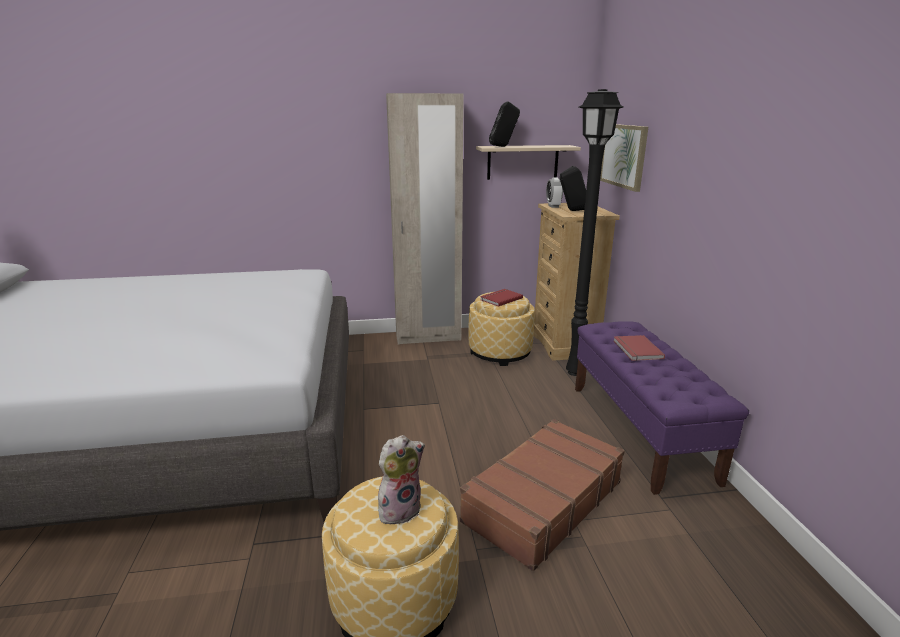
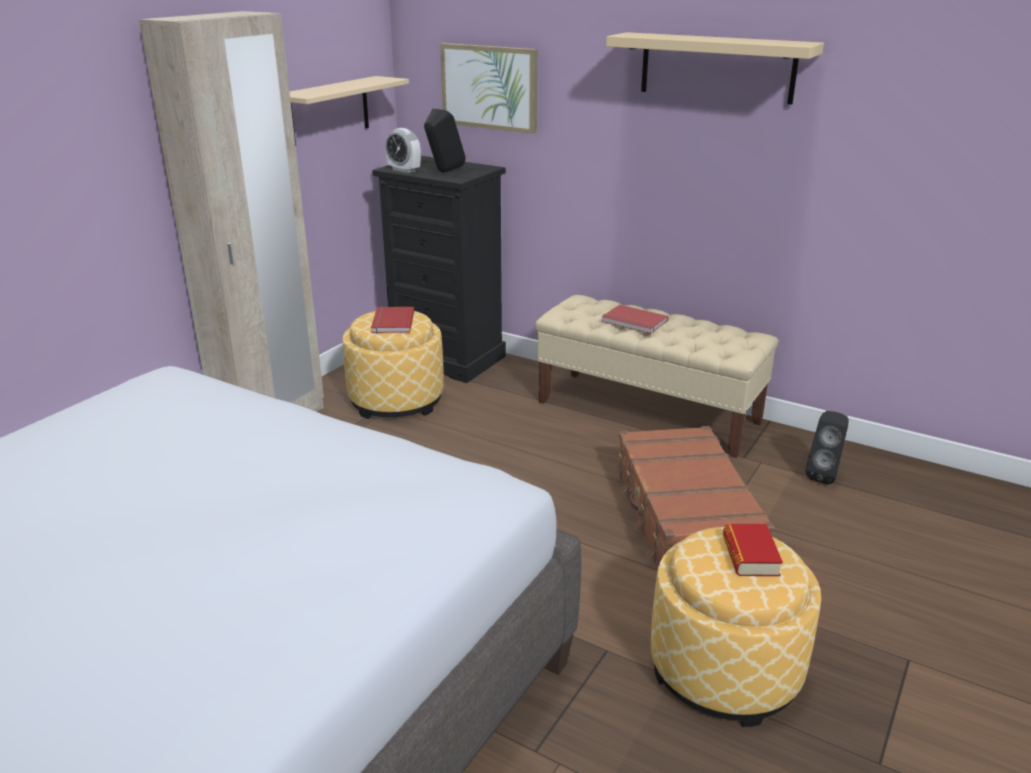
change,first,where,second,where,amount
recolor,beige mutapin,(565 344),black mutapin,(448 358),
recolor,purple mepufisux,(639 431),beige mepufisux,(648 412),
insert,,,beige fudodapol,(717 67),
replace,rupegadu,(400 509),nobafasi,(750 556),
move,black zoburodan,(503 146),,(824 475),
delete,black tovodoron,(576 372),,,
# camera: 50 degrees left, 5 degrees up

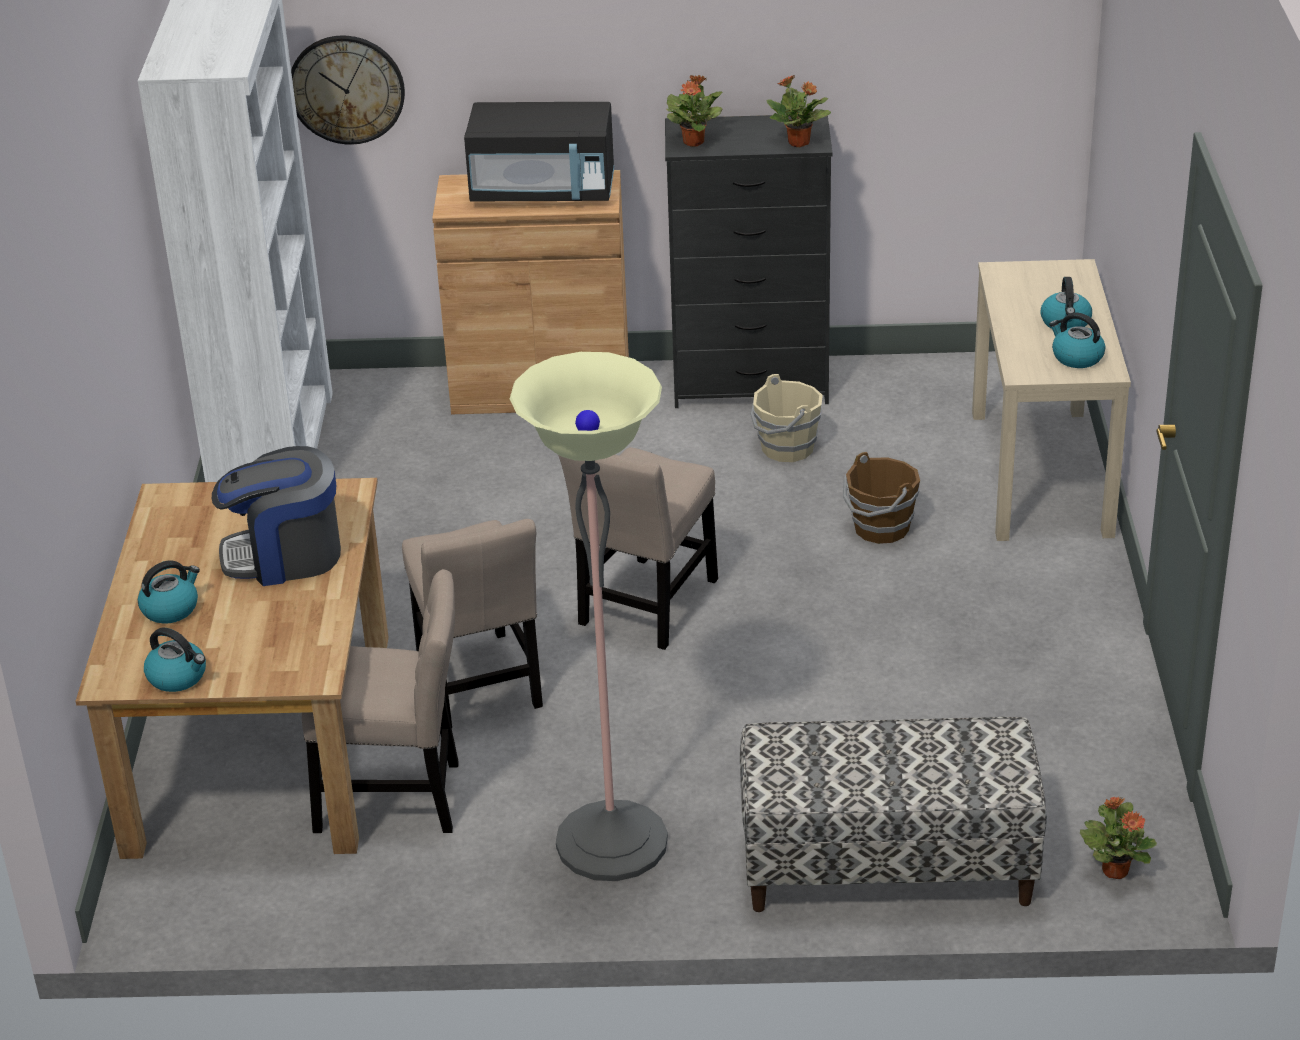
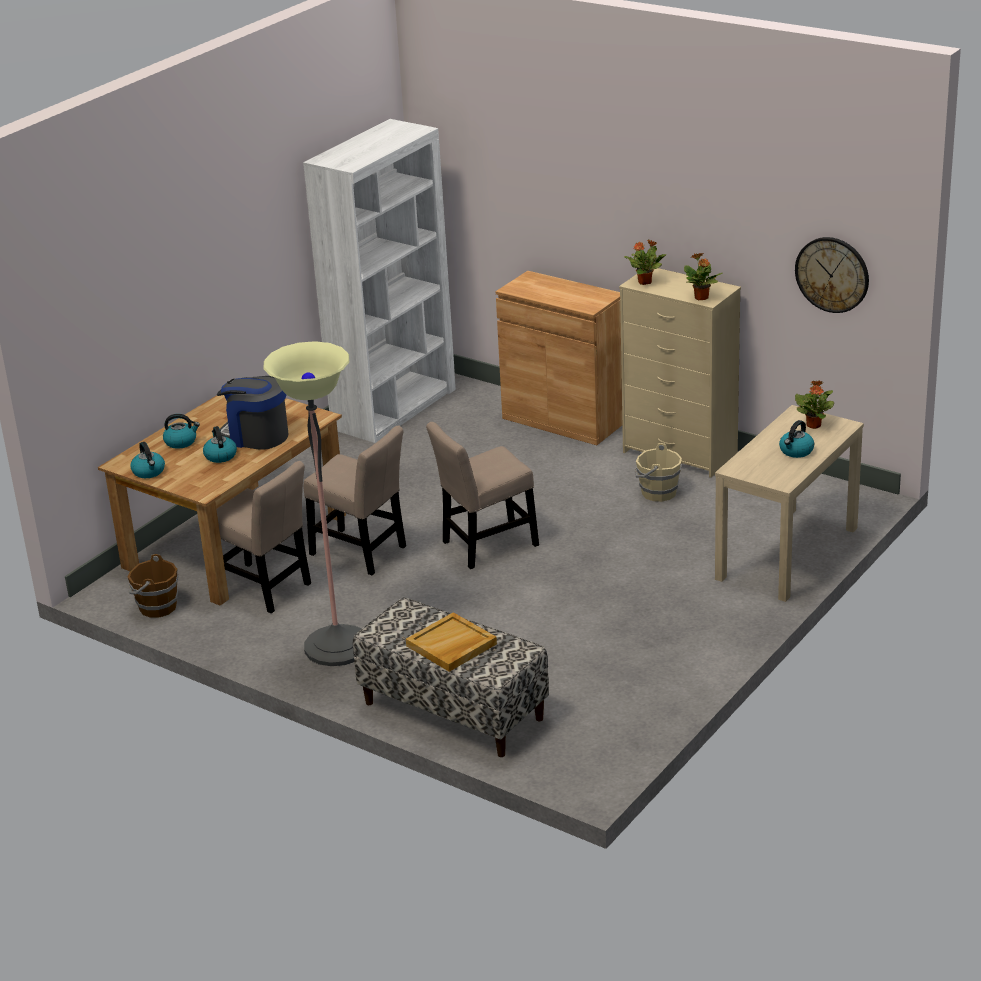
change,first,where,second,where,amount
move,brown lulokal,(880 528),,(156 607),
move,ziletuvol,(1076 357),,(220 456),
rotate,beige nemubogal,(479 685),,(361 552),75 degrees counterclockwise
insert,,,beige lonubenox,(451 645),
recolor,black mutapin,(752 384),beige mutapin,(681 453),
move,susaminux,(346 89),,(832 274),
move,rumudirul,(1114 870),,(814 425),
delete,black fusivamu,(543 191),,,
# camera: 35 degrees right, 5 degrees down

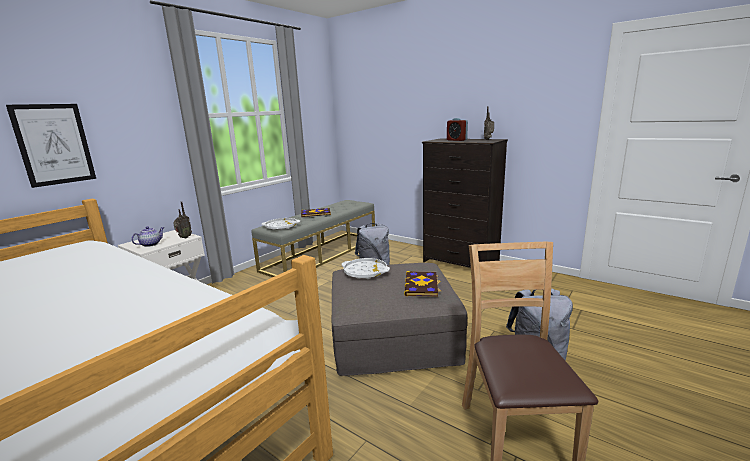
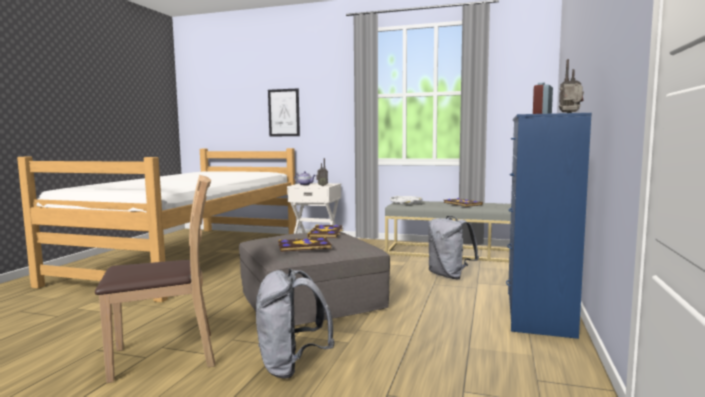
change,first,where,second,where,amount
replace,white lonubenox,(365 272),nobafasi,(326 233),
recolor,black mutapin,(460 263),blue mutapin,(537 313),
# camera: 70 degrees right, 10 degrees down

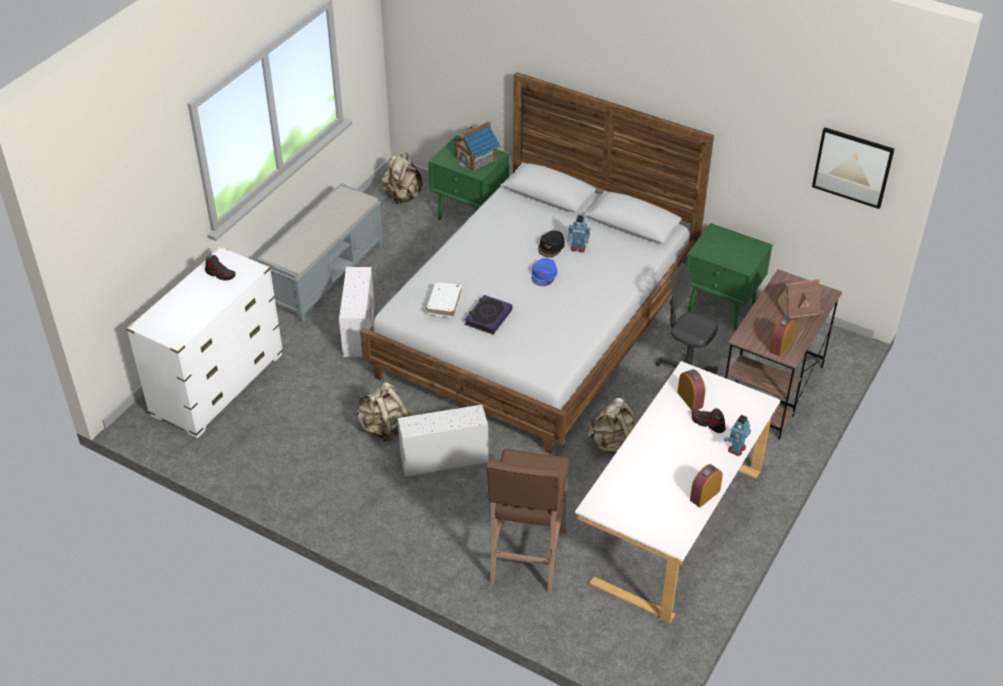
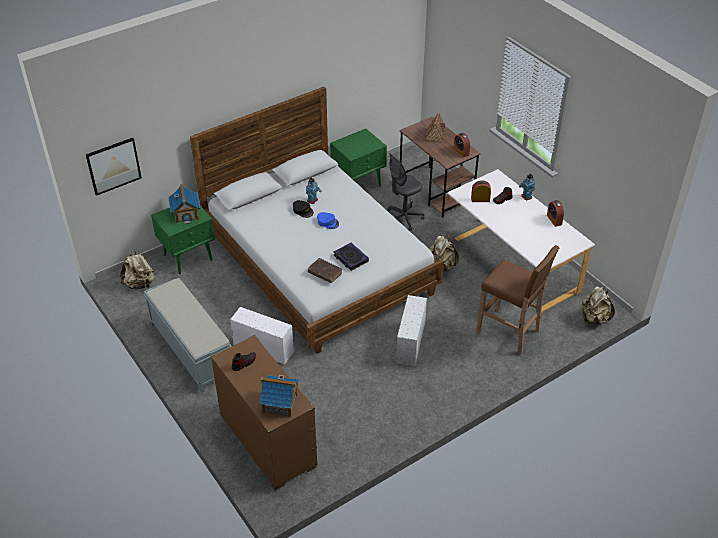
change,first,where,second,where,amount
move,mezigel,(852 167),,(113 166),
recolor,white mutapin,(218 385),brown mutapin,(267 442),
insert,,,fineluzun,(280 403),
recolor,white nobafasi,(444 303),brown nobafasi,(325 273),
move,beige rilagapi,(383 428),,(594 318),
# camera: 65 degrees left, 0 degrees up

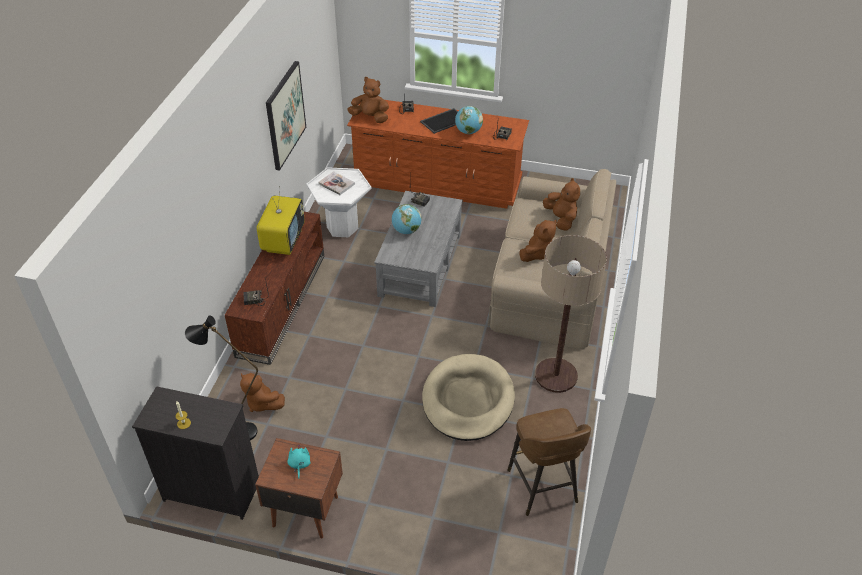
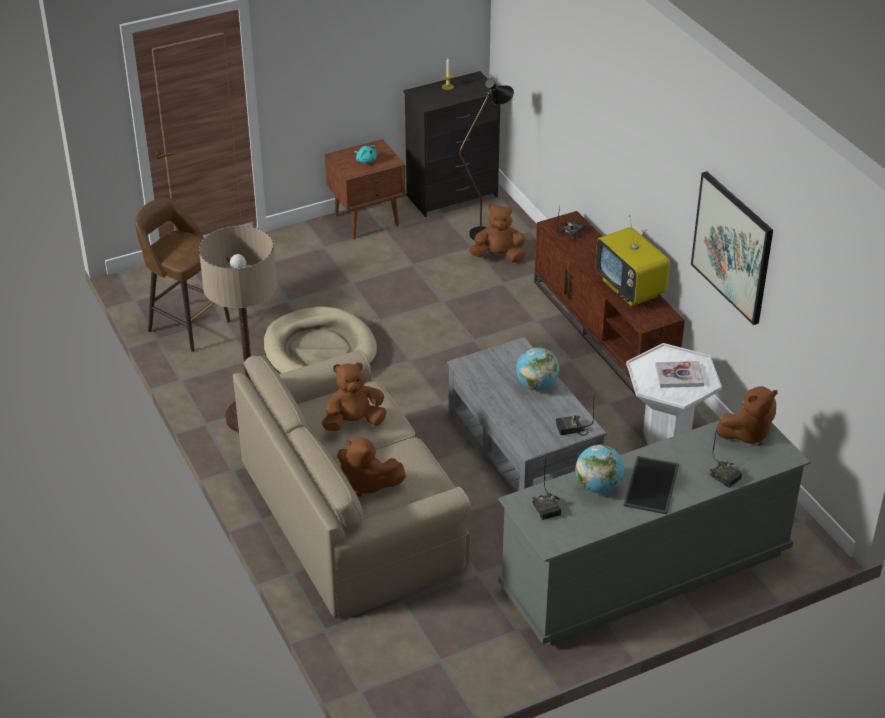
change,first,where,second,where,amount
rotate,brown rupegadu,(536 253),,(354 422),75 degrees clockwise
recolor,brown mutapin,(437 182),grey mutapin,(645 570),
# camera: 140 degrees right, 5 degrees down

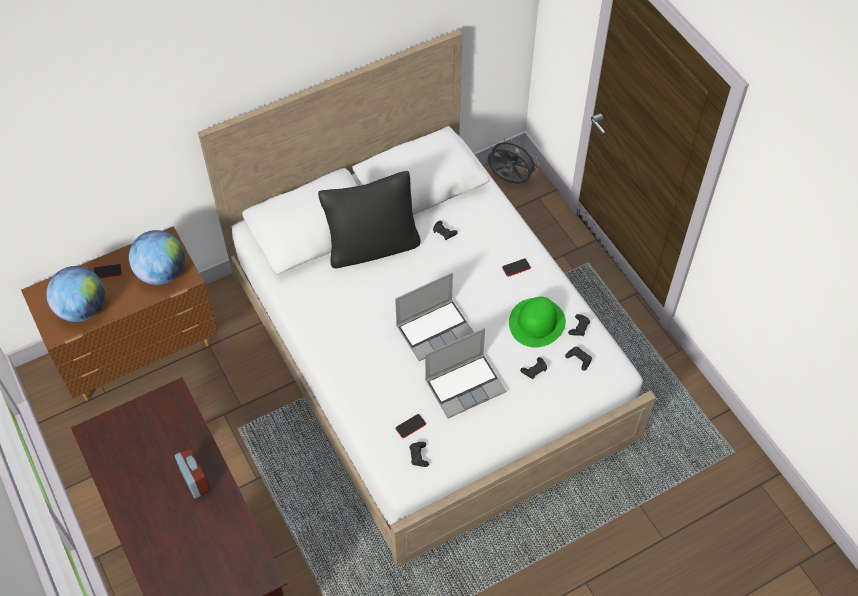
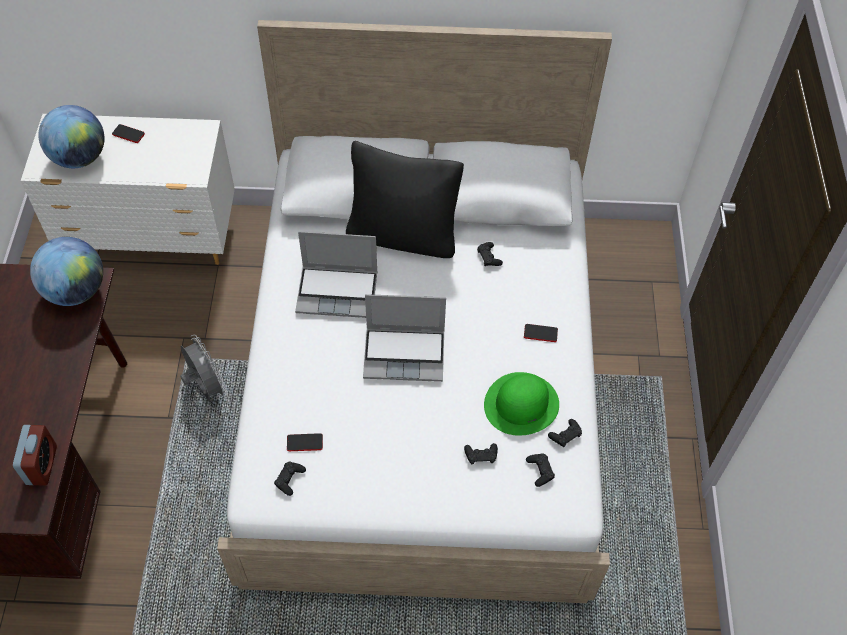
change,first,where,second,where,amount
move,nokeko,(195 481),,(42 465),
recolor,brown mutapin,(140 352),white mutapin,(153 239),
move,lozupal,(162 273),,(76 291),
move,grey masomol,(509 180),,(206 388),
move,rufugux,(465 385),,(338 292),
# camera: 30 degrees right, 0 degrees up

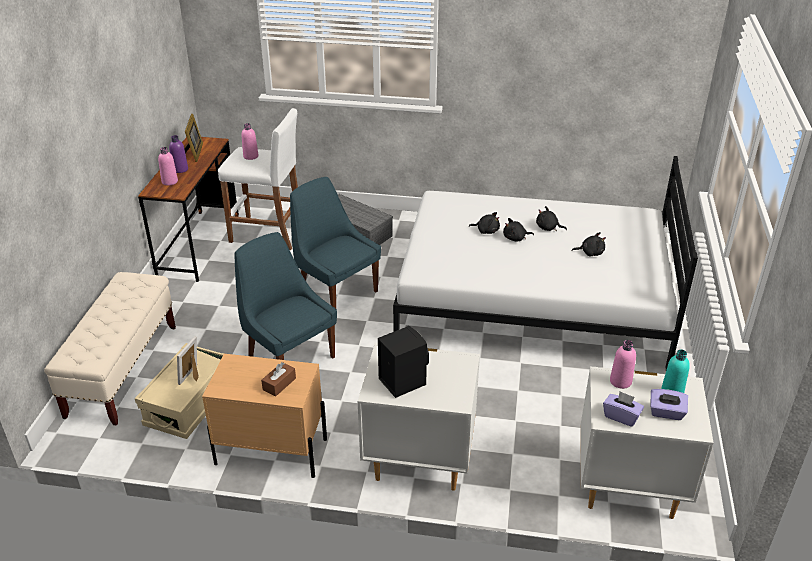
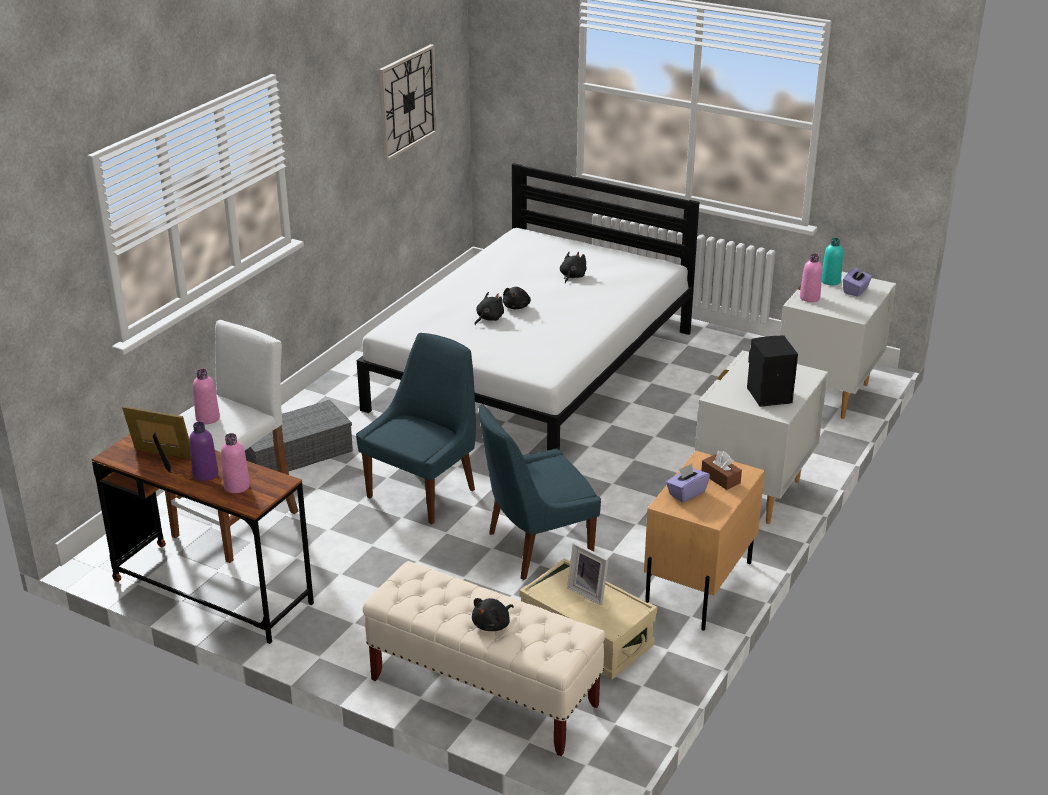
change,first,where,second,where,amount
rotate,blue nemubogal,(336 292),,(424 491),150 degrees clockwise
insert,,,susaminux,(407 102),
move,black rupegadu,(548 228),,(493 625),
move,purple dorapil,(621 416),,(686 493),
# camera: 70 degrees left, 5 degrees down

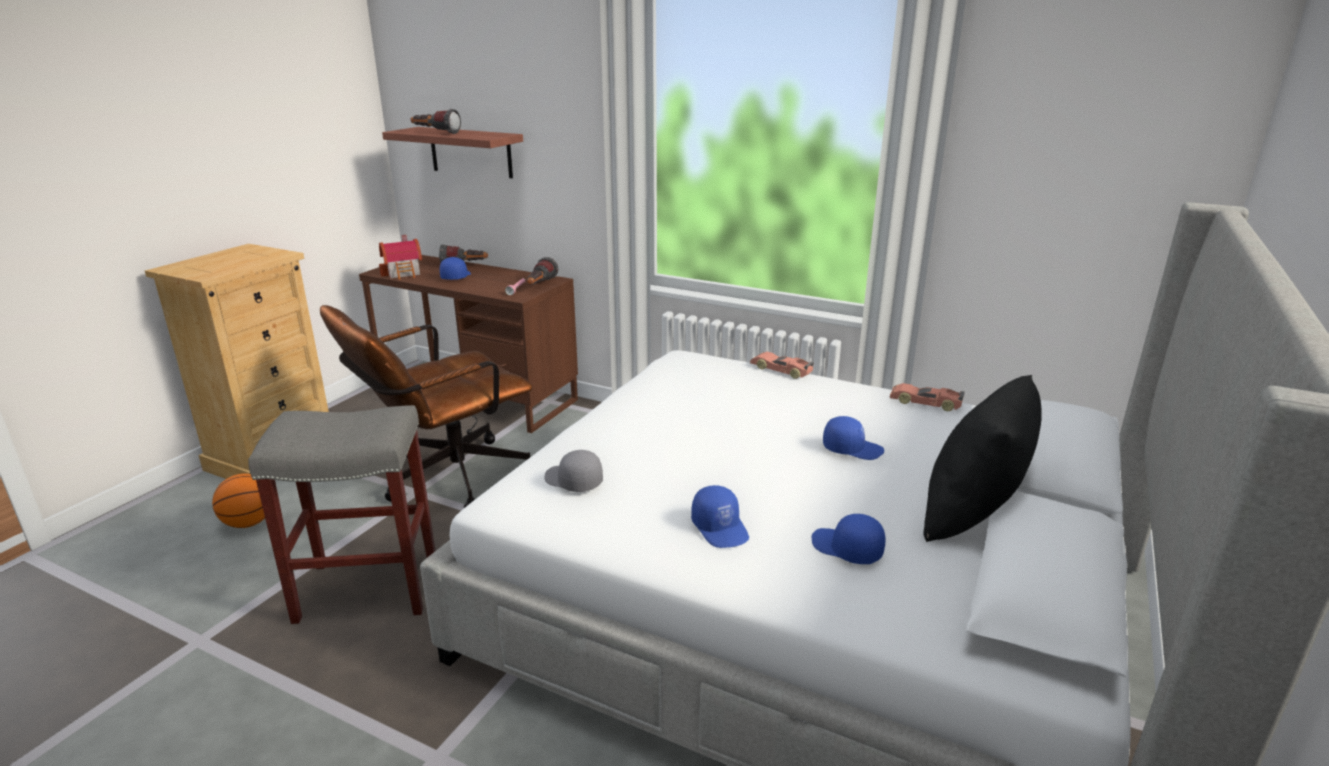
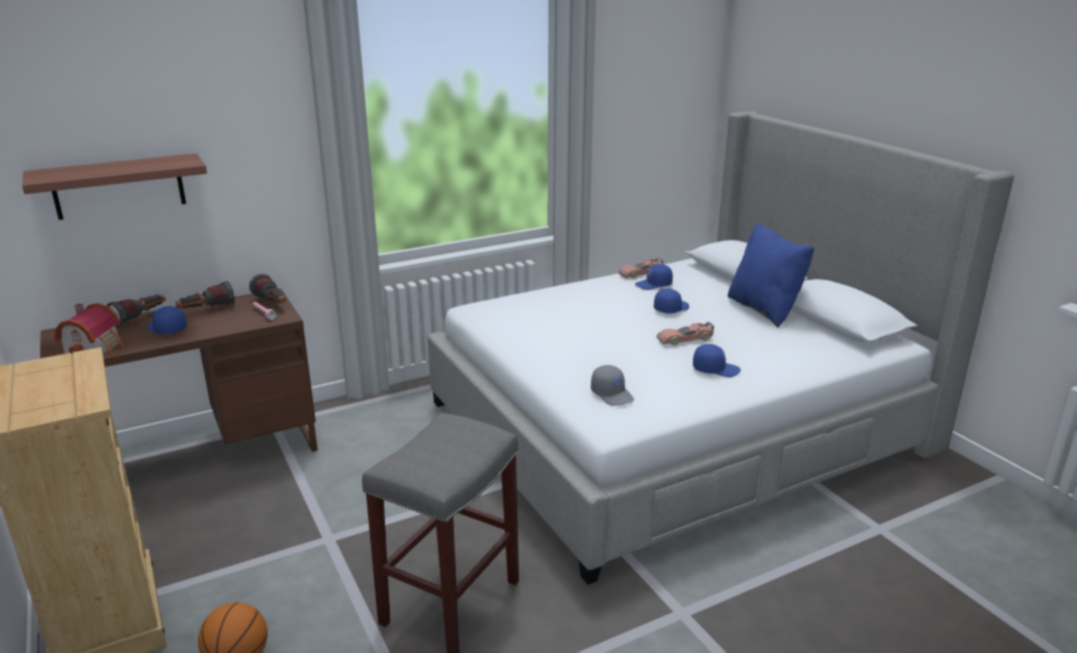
change,first,where,second,where,amount
move,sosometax,(435 133),,(207 310),
rotate,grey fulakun,(573 481),,(612 394),105 degrees counterclockwise
move,blue fulakun,(846 549),,(653 285),
move,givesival,(781 370),,(685 339),
recolor,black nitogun,(972 515),blue nitogun,(764 309),
delete,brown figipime,(445 480),,,
# camera: 55 degrees left, 0 degrees up

